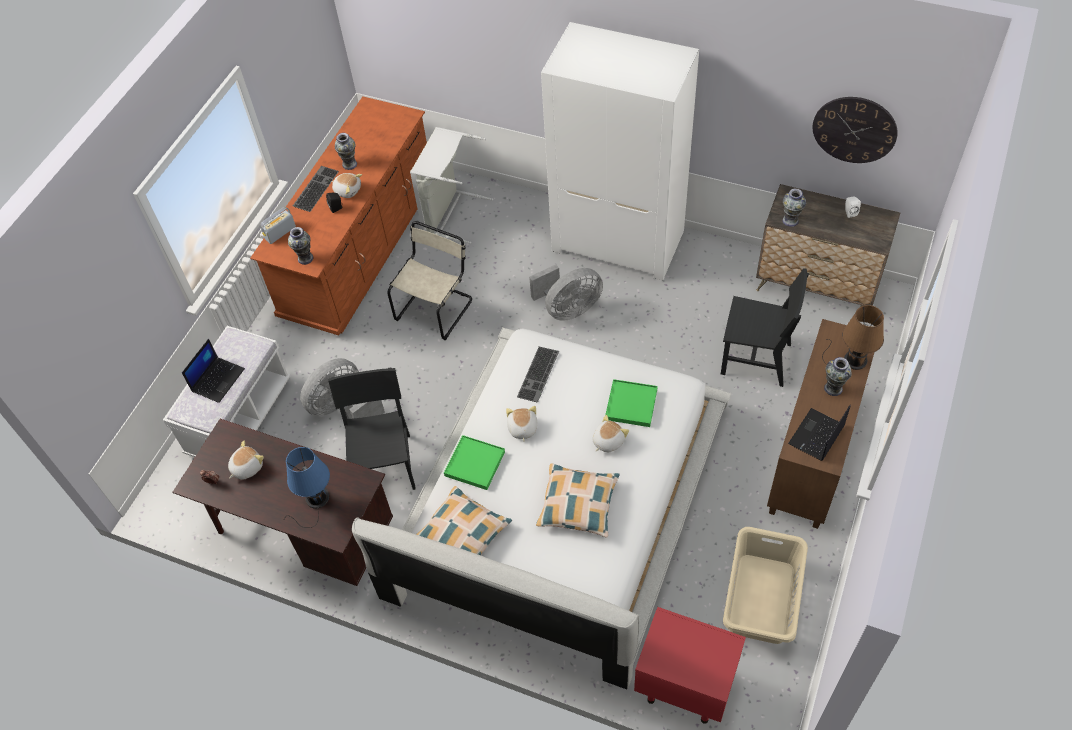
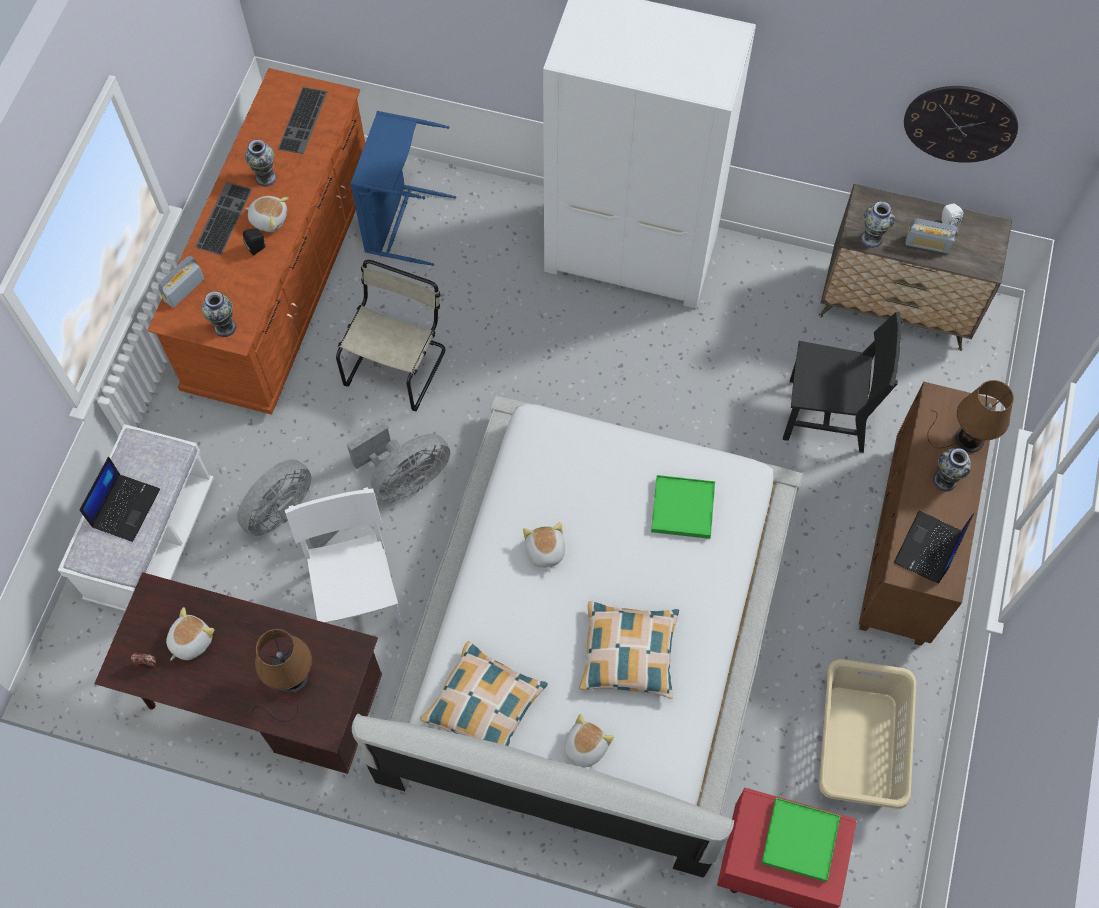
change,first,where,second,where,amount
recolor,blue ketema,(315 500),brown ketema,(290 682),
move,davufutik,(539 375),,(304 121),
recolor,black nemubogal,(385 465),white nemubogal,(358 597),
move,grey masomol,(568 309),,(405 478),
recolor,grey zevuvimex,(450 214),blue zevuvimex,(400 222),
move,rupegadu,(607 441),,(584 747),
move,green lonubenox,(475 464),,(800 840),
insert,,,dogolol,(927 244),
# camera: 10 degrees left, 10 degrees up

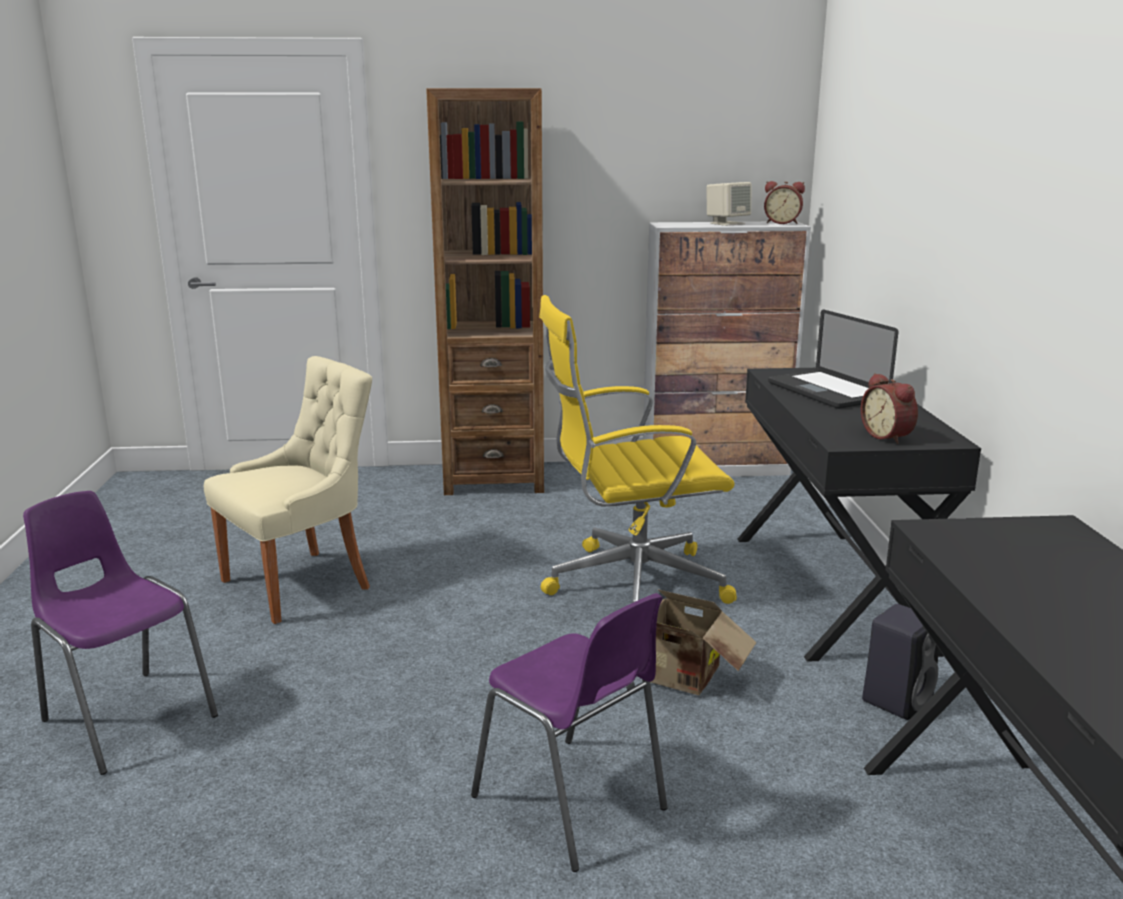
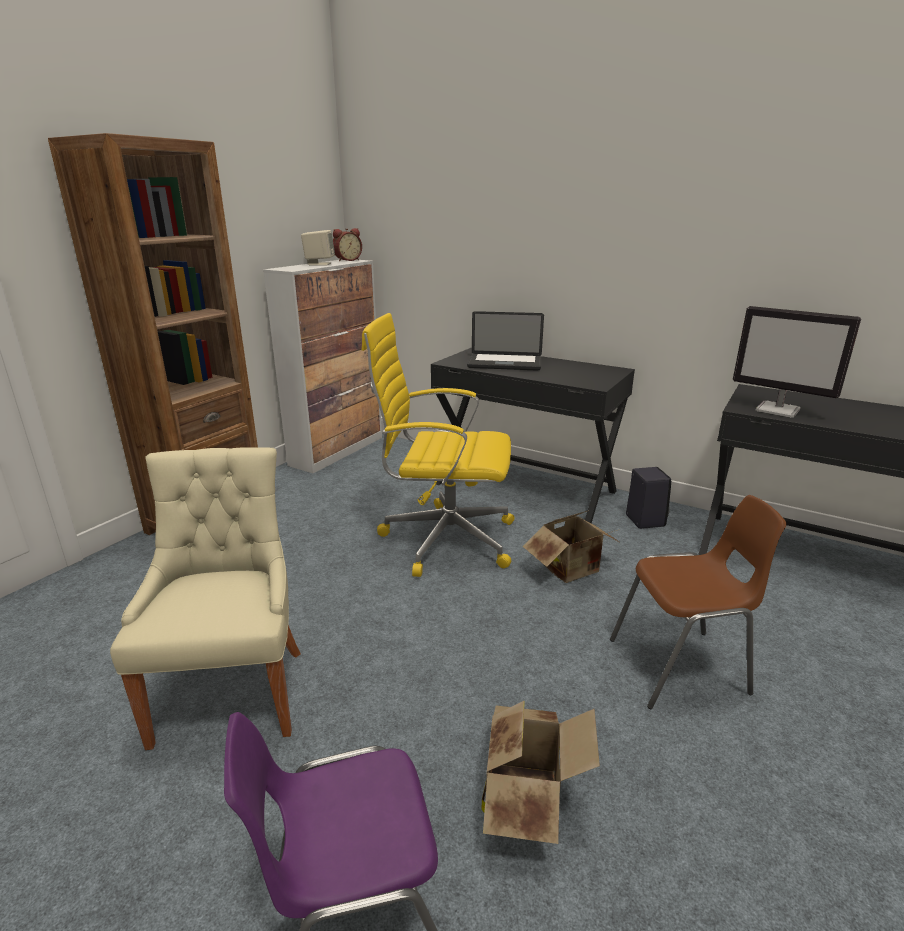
change,first,where,second,where,amount
rotate,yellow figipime,(630 584),,(444 538),75 degrees clockwise
insert,,,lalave,(528 797),
recolor,purple nemubogal,(572 805),brown nemubogal,(681 667),
insert,,,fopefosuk,(778 410),
delete,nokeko,(888 436),,,
# camera: 55 degrees left, 5 degrees up

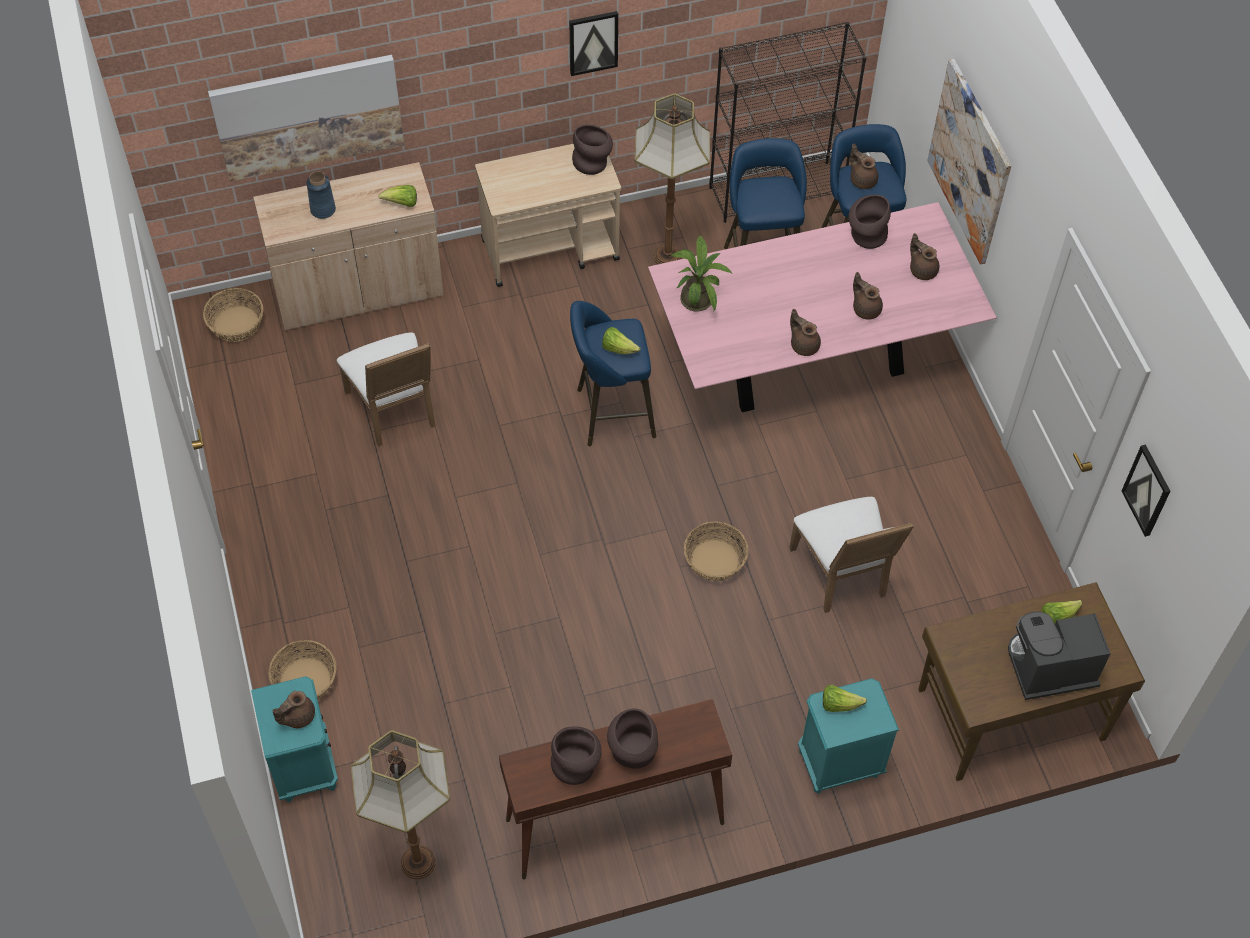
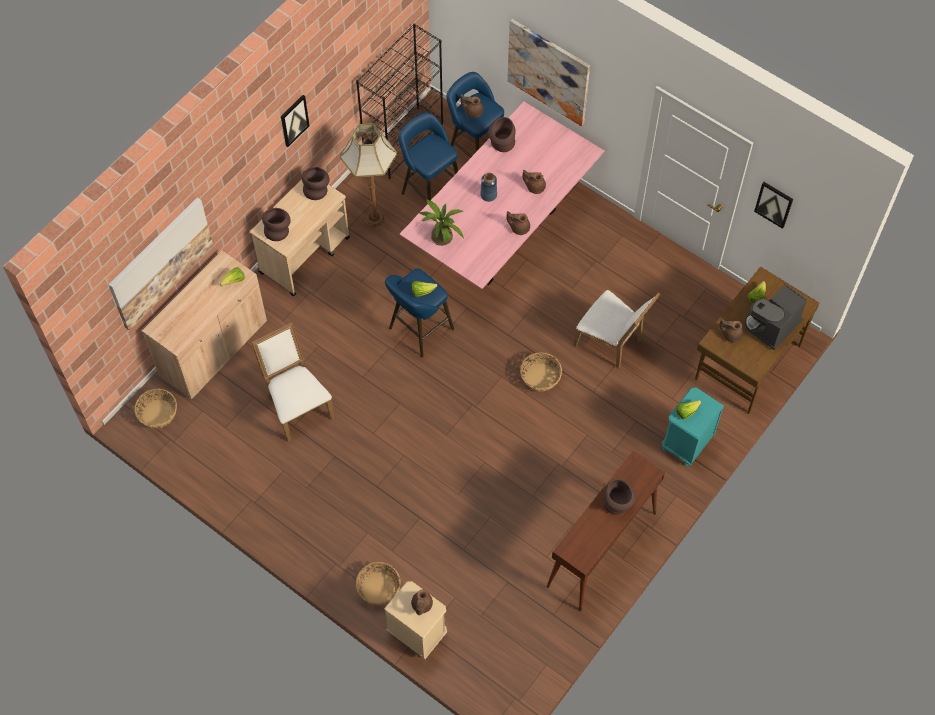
change,first,where,second,where,amount
rotate,white nemubogal,(395 411),,(297 406),150 degrees counterclockwise
move,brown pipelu,(576 765),,(278 230),
recolor,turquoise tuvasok,(304 765),beige tuvasok,(417 633),
move,blue pipelu,(323 210),,(488 195),
move,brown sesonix,(922 270),,(731 334),
delete,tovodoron,(416 863),,,
# camera: 35 degrees left, 5 degrees up

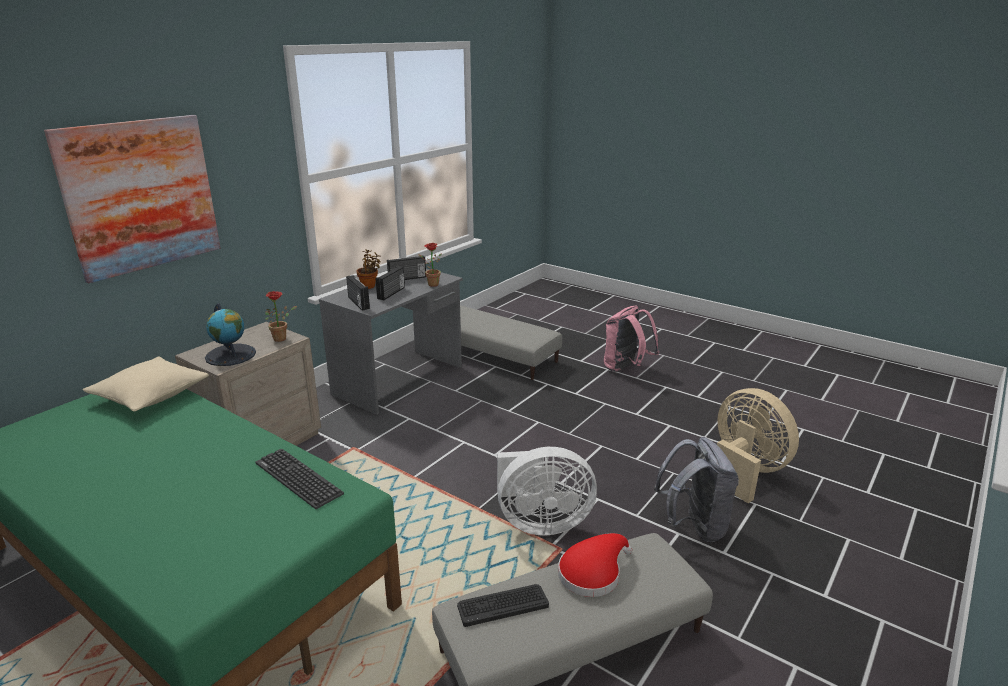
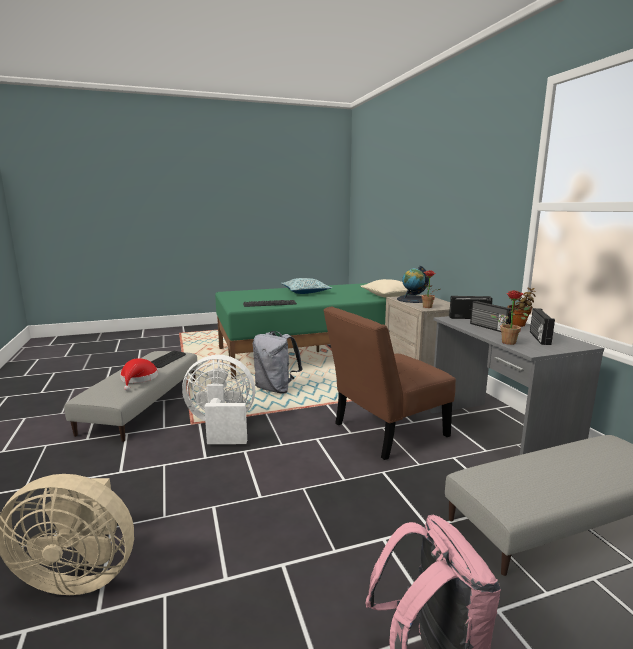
change,first,where,second,where,amount
rotate,white masomol,(540 522),,(221 427),60 degrees clockwise
move,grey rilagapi,(693 526),,(276 389),
insert,,,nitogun,(306 292),
insert,,,brown nemubogal,(385 432),
delete,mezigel,(140 195),,,
# camera: 125 degrees right, 10 degrees down

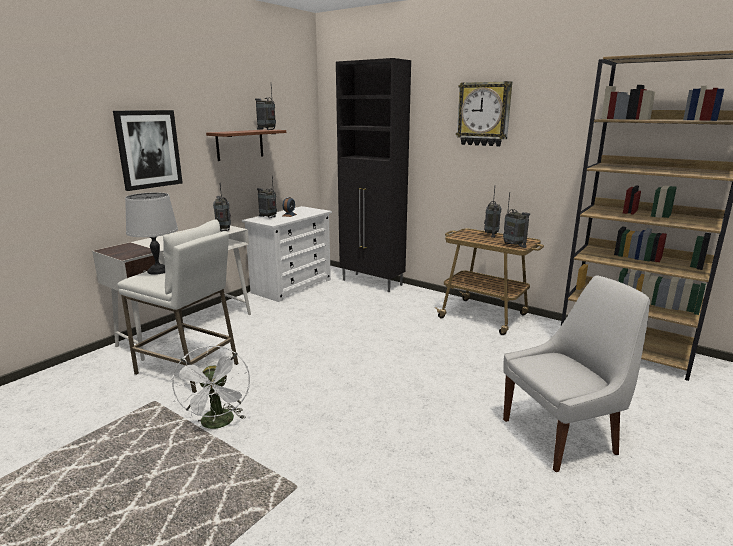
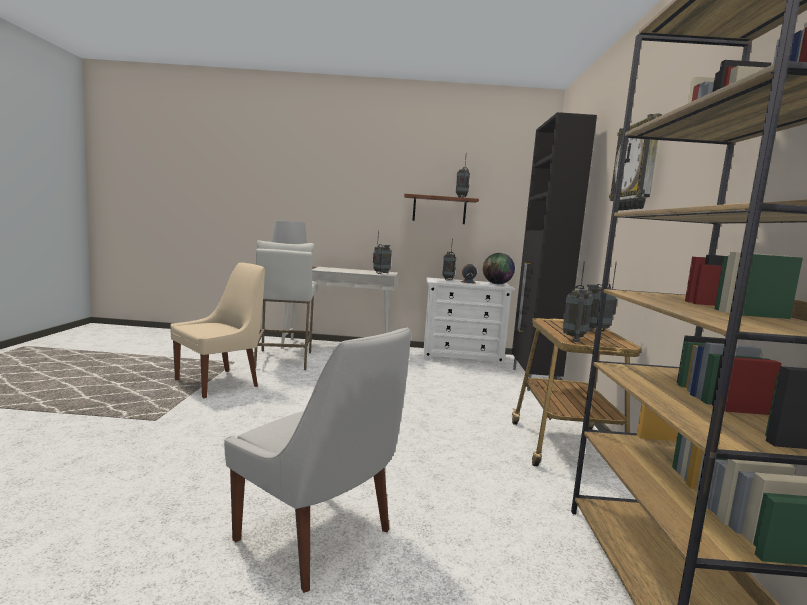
change,first,where,second,where,amount
replace,white masomol,(218 424),beige nemubogal,(220 383),
insert,,,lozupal,(497 284),
delete,mezigel,(148 149),,,
# camera: 55 degrees right, 10 degrees down

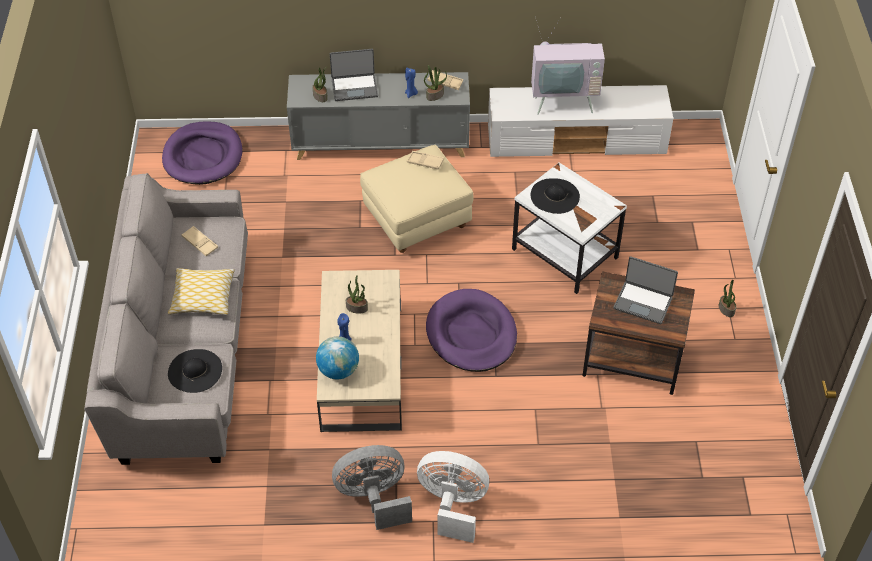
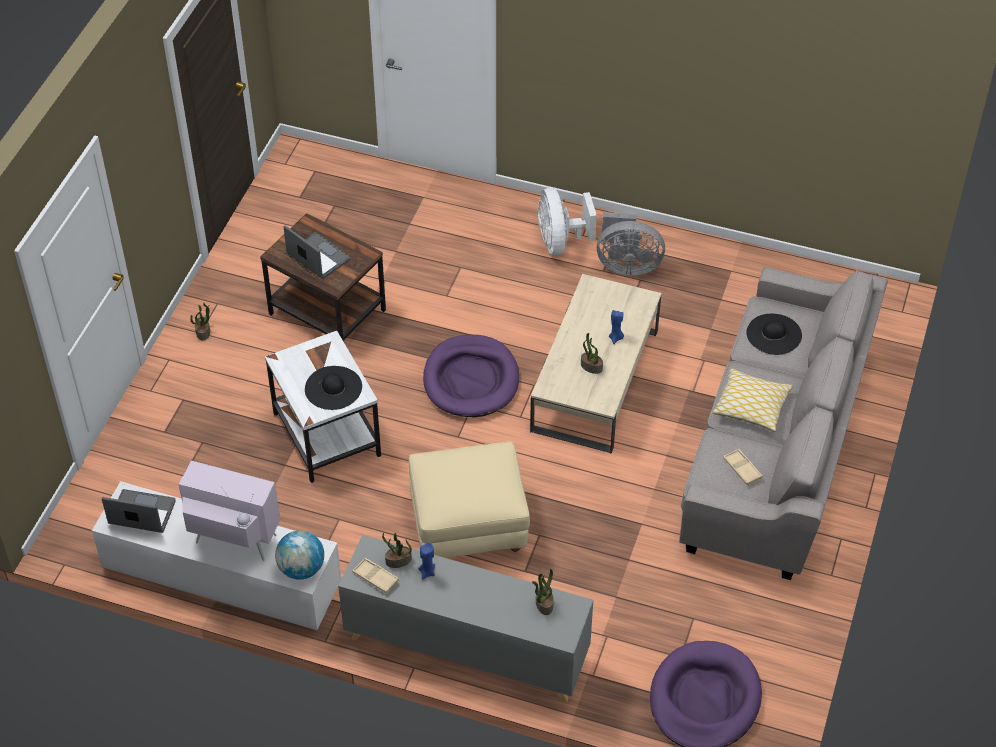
change,first,where,second,where,amount
move,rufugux,(354 87),,(141 514),
move,lozupal,(338 370),,(301 568),
rotate,white masomol,(452 505),,(560 242),45 degrees clockwise
delete,beige lonubenox,(425 162),,,
# camera: 160 degrees left, 0 degrees up

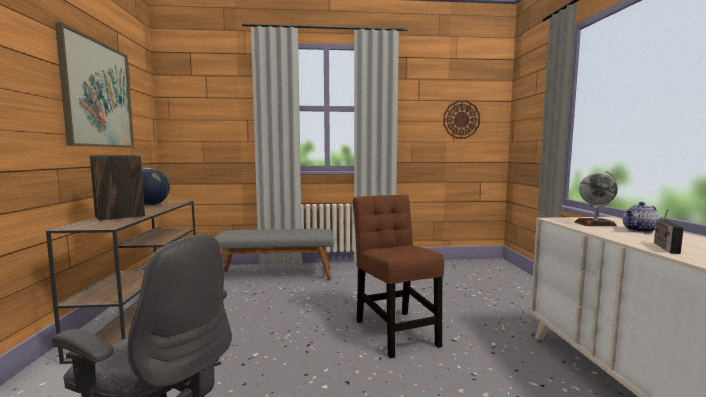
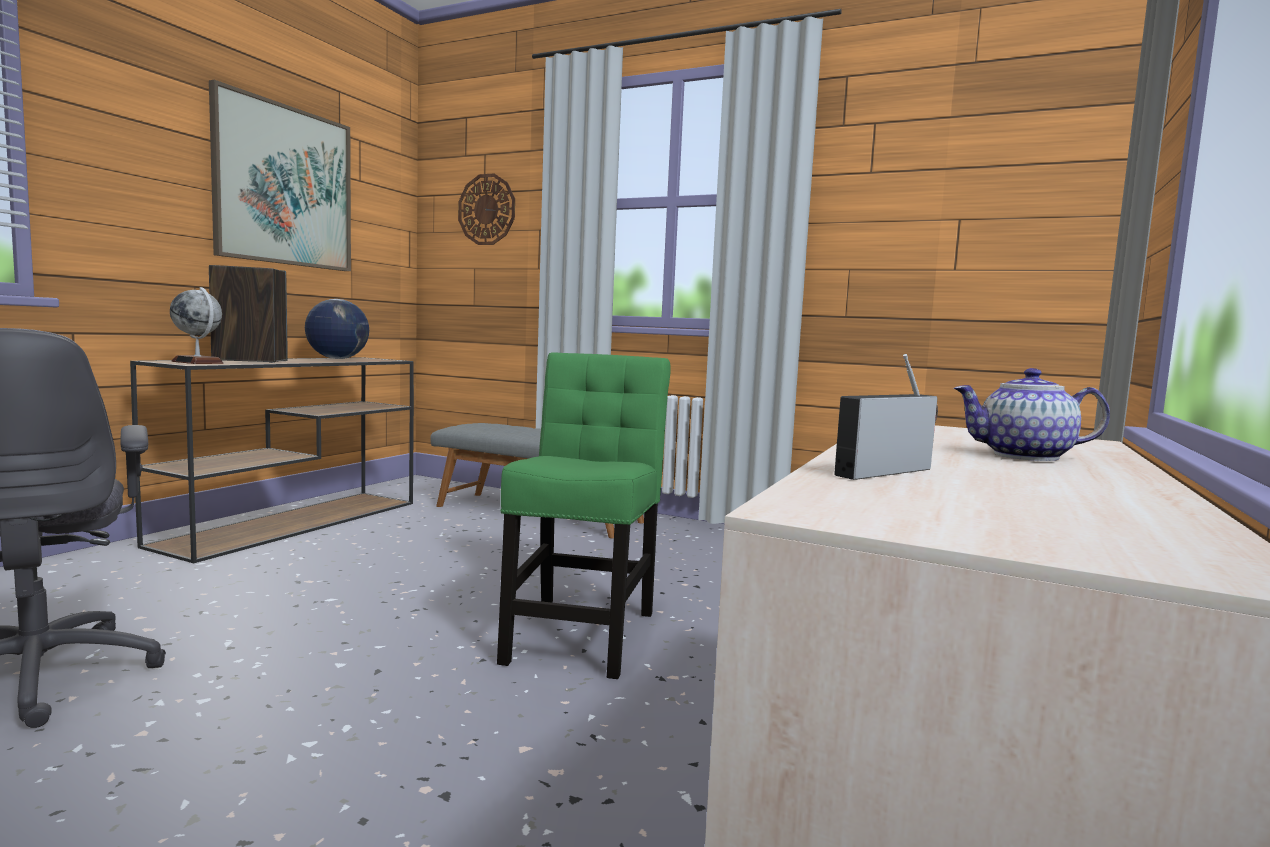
change,first,where,second,where,amount
move,lozupal,(595 224),,(198 362),
move,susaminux,(461 119),,(487 209),
recolor,brown nemubogal,(395 330),green nemubogal,(582 632),
# camera: 30 degrees right, 0 degrees up

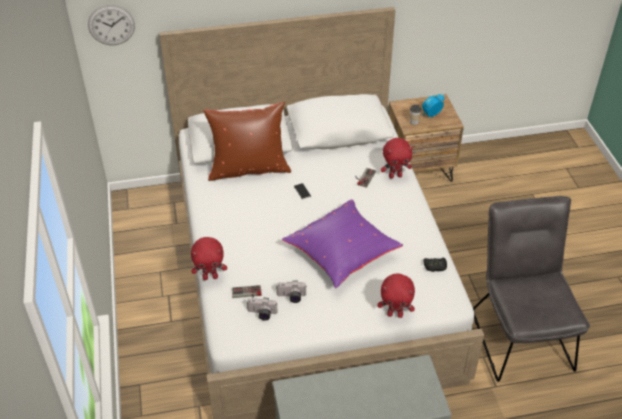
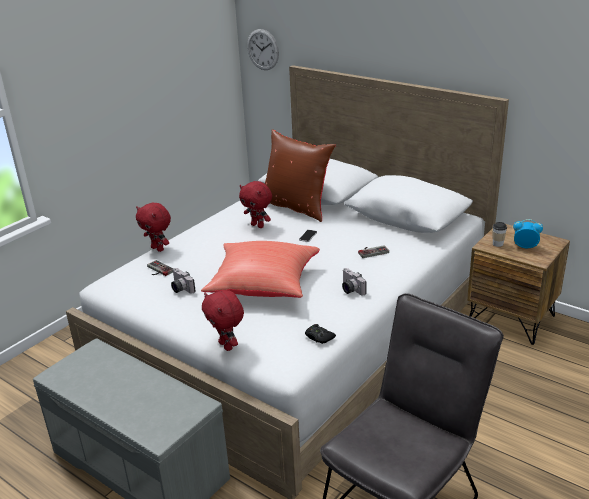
change,first,where,second,where,amount
recolor,purple nitogun,(342 254),red nitogun,(263 286),
move,red rupegadu,(395 176),,(258 225),
move,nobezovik,(261 314),,(350 289),
# camera: 50 degrees right, 15 degrees down

